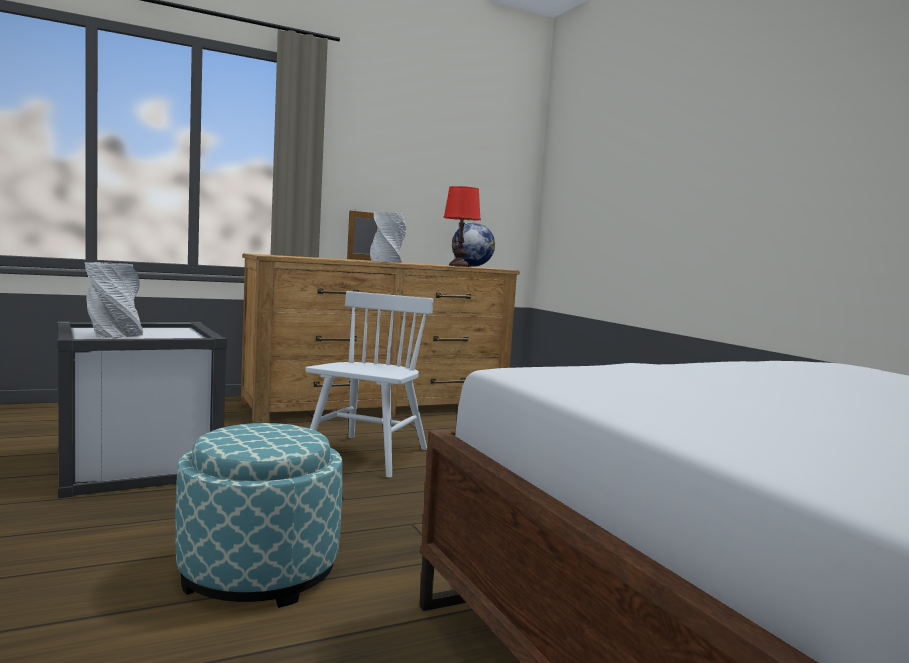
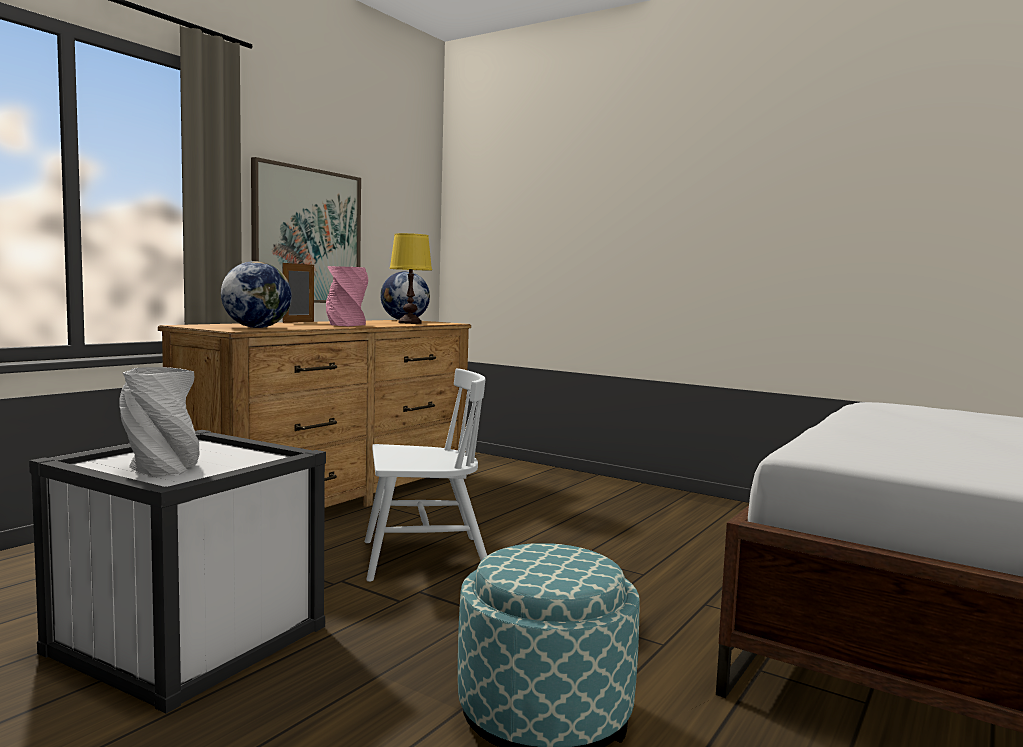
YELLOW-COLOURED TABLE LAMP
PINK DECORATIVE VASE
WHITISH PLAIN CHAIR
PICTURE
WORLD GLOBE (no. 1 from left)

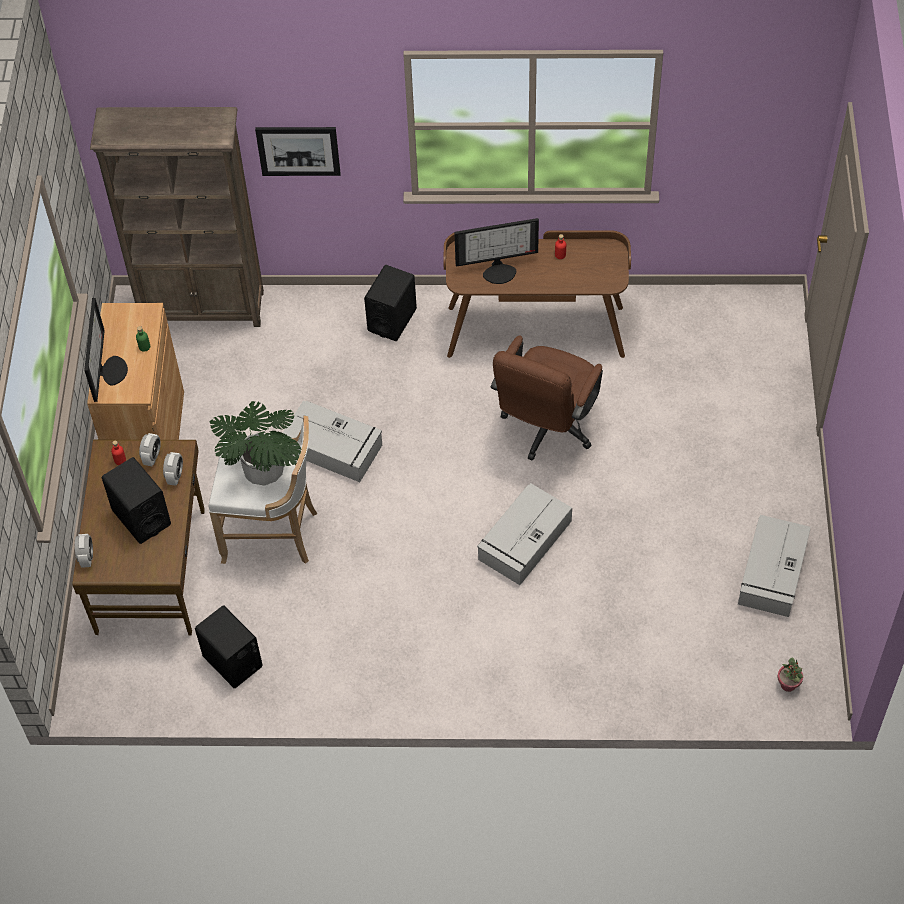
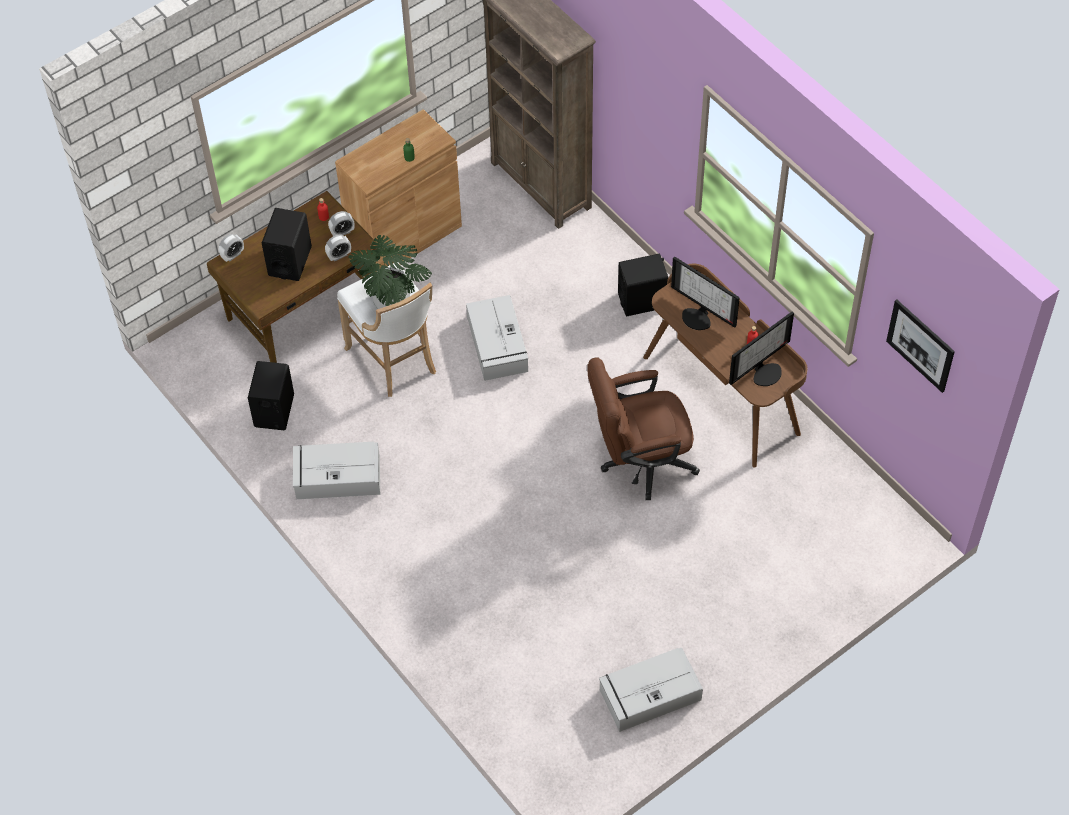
PICTURE
COMPUTER SCREEN (no. 2 from left)
GRAY STORAGE BIN (no. 1 from left)
POTTED PLANT (no. 2 from left in the first image)

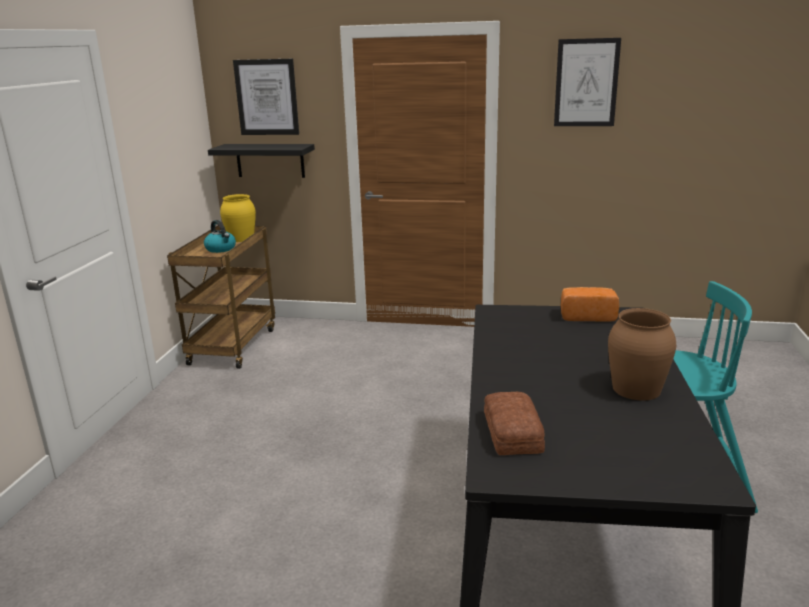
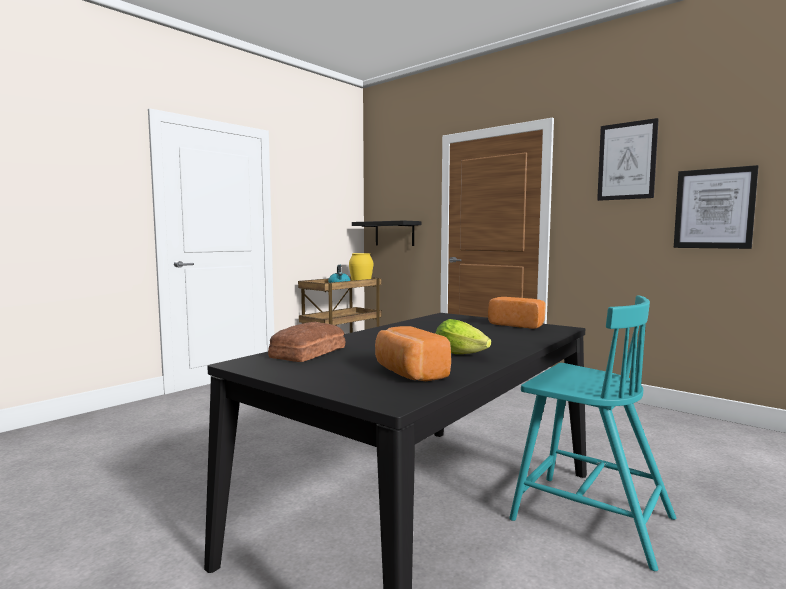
PICTURE (no. 2 from left)
HEAD OF LETTUCE
BREAD (no. 2 from left)

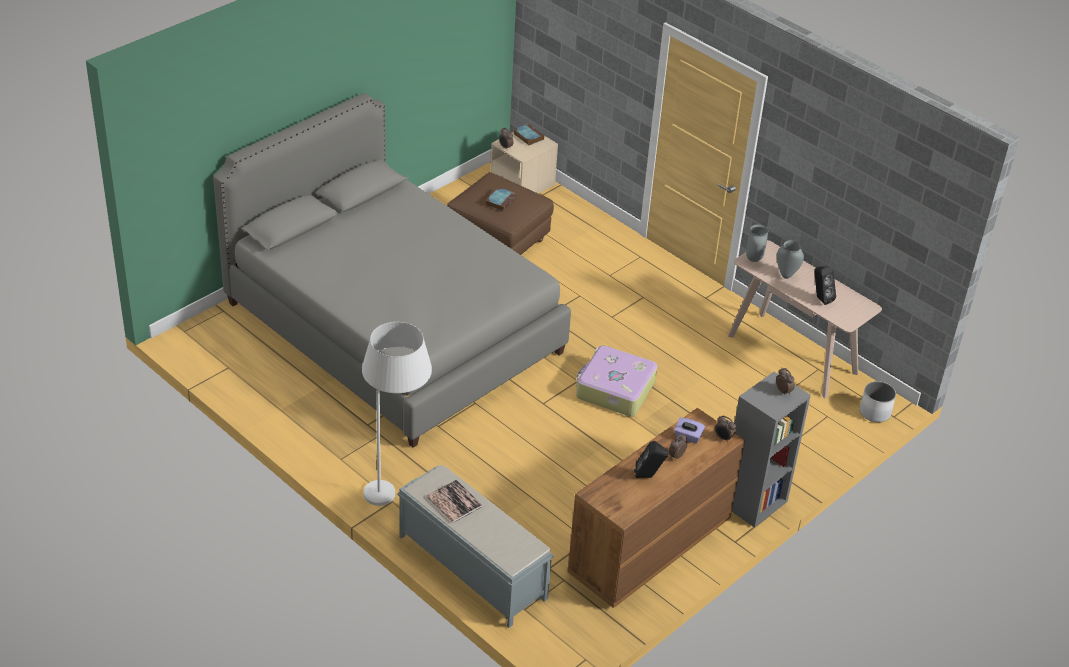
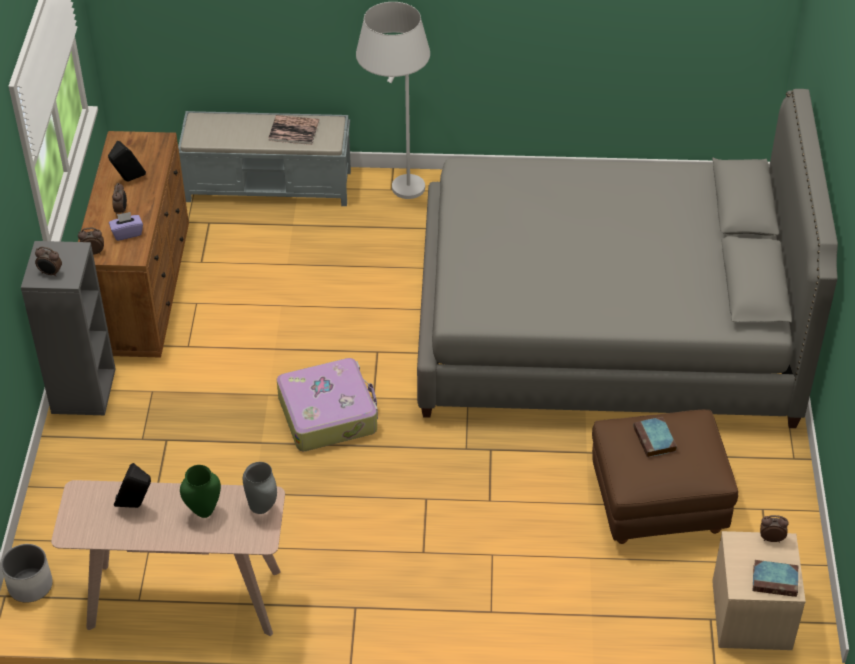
GREEN-COLOURED DECORATIVE VASE

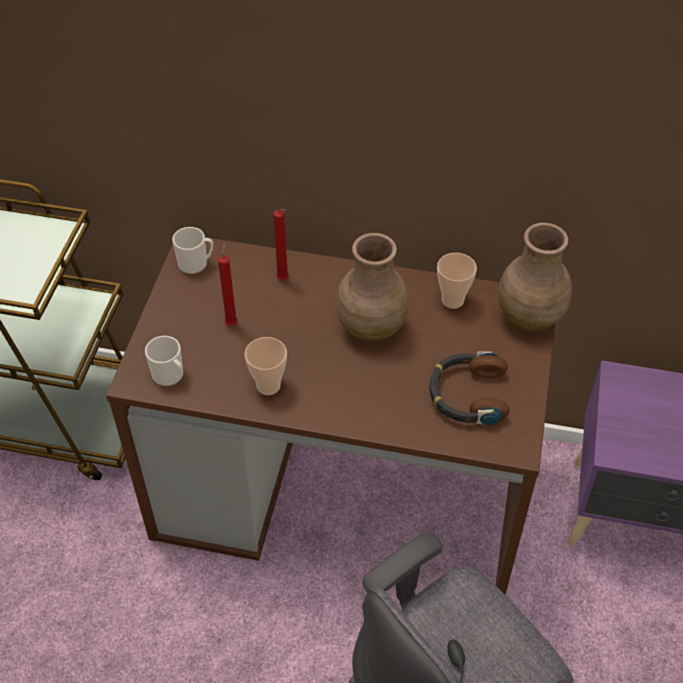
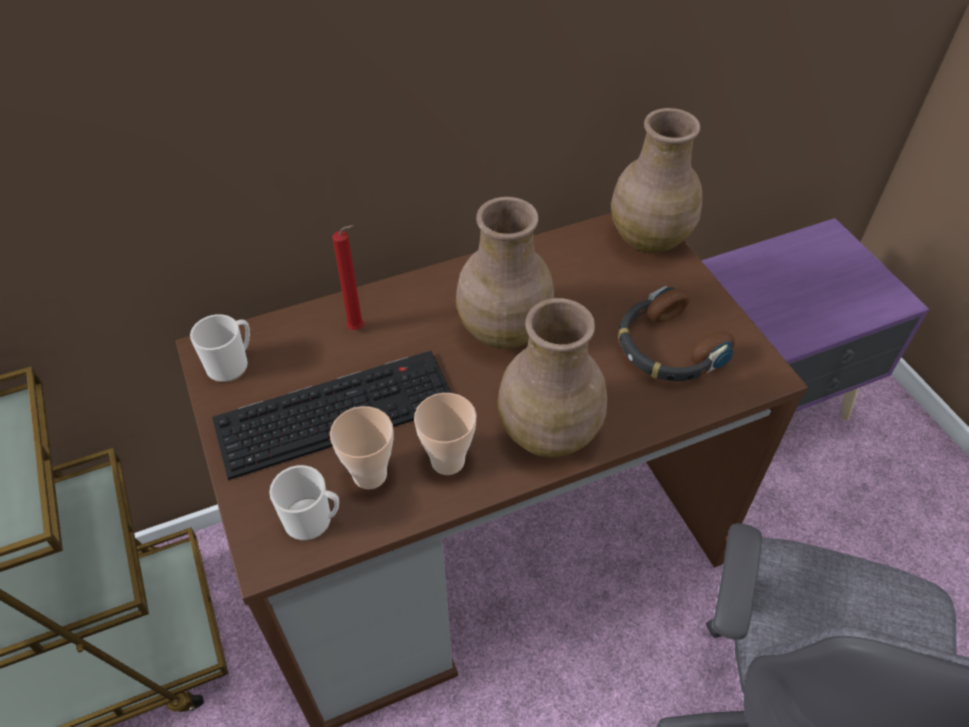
KEYBOARD
DRINKING CUP (no. 1 from left)
BROWN-COLOURED DECORATIVE VASE (no. 2 from left)

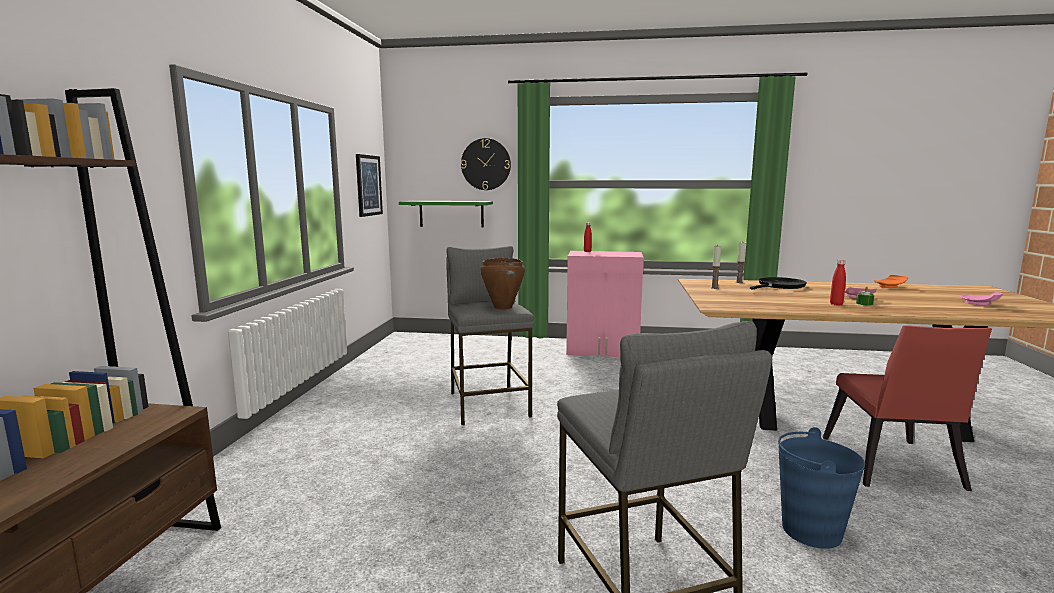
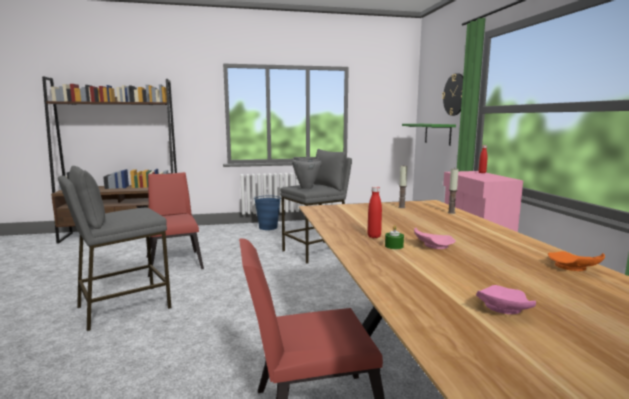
PICTURE
GRAY COOKING POT
BLACK FRYING PAN
BLUE-COLOURED BUCKET
REDDISH PLAIN CHAIR (no. 1 from left)

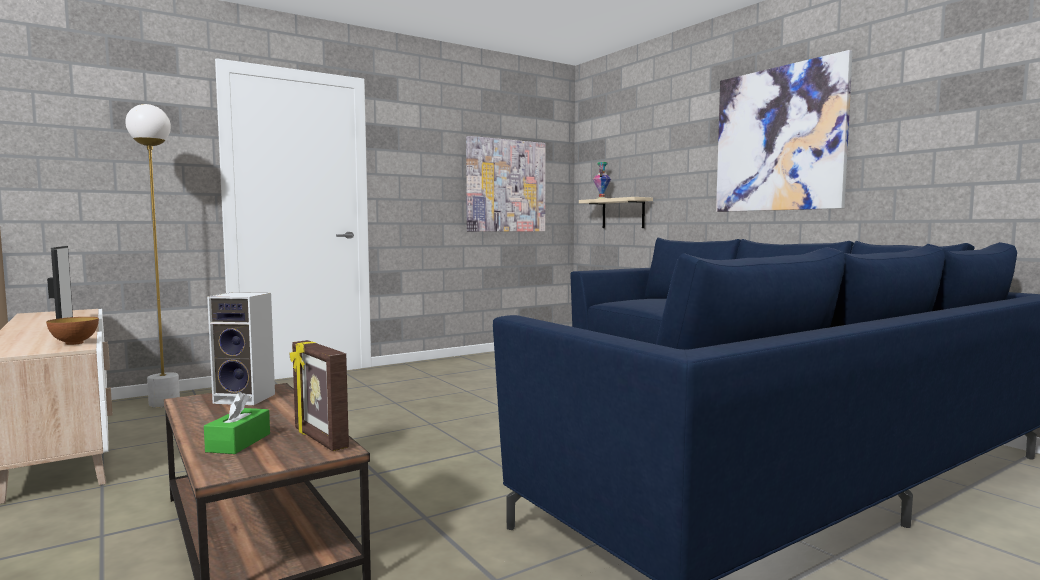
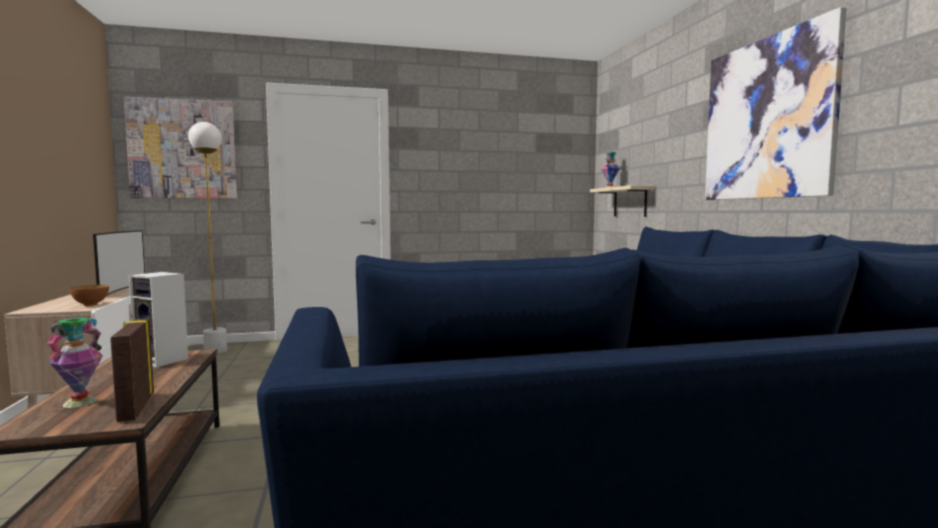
PICTURE (no. 1 from left)
DECORATIVE VASE (no. 1 from left)

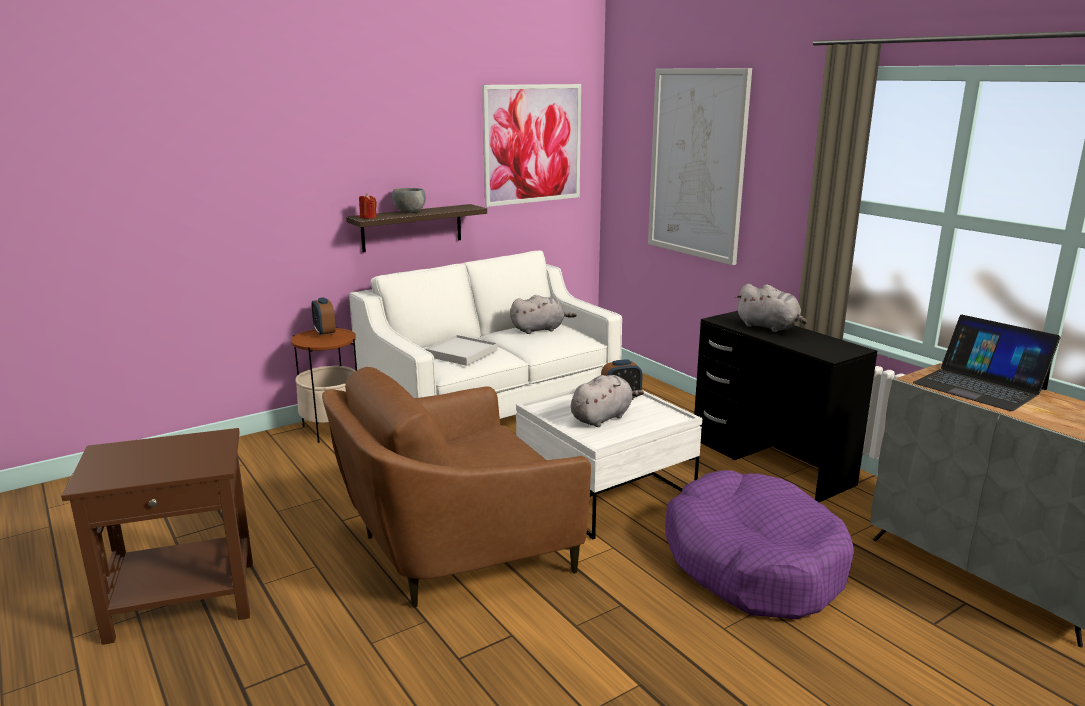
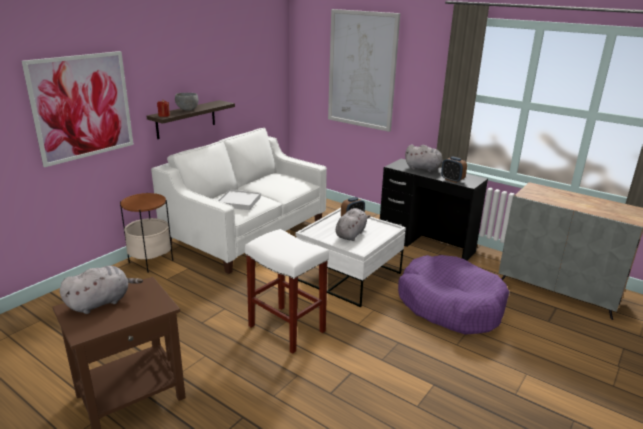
PICTURE (no. 1 from left)
GRAY SOFT TOY (no. 1 from left)
ALARM CLOCK (no. 2 from left)
LAPTOP
WHITISH STOOL

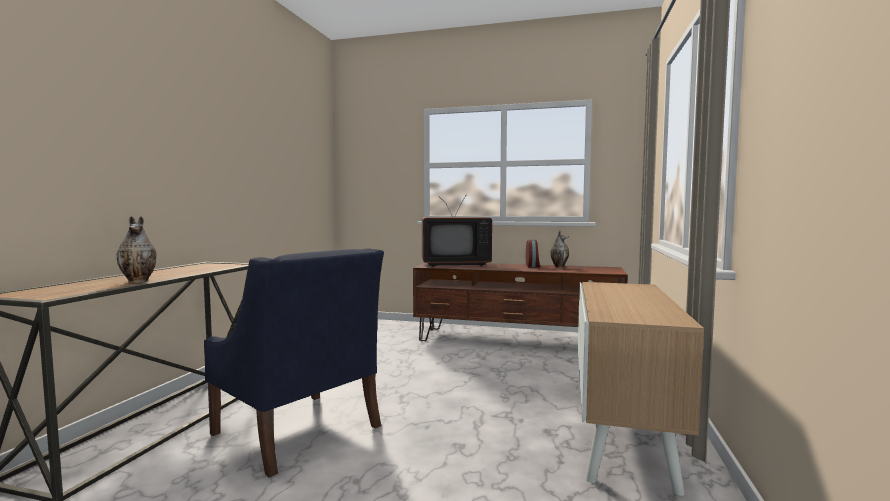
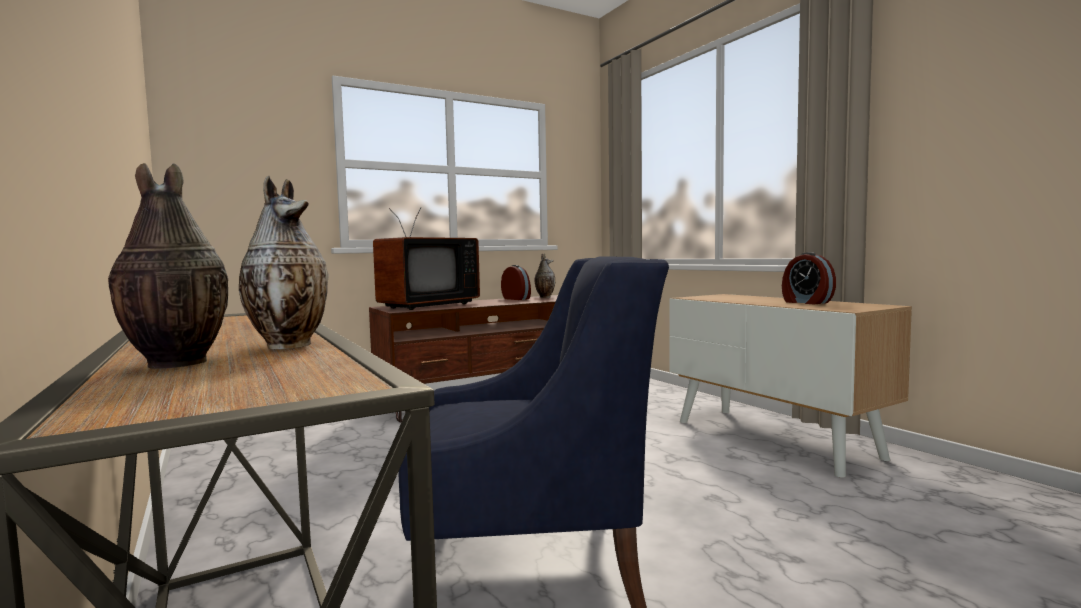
DECORATIVE VASE (no. 1 from left)
ALARM CLOCK (no. 2 from left)

